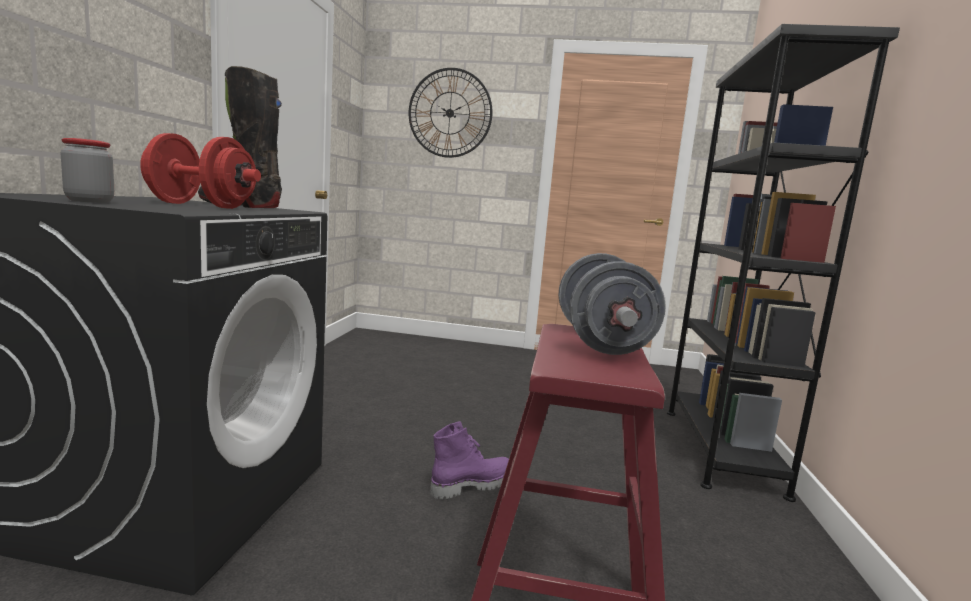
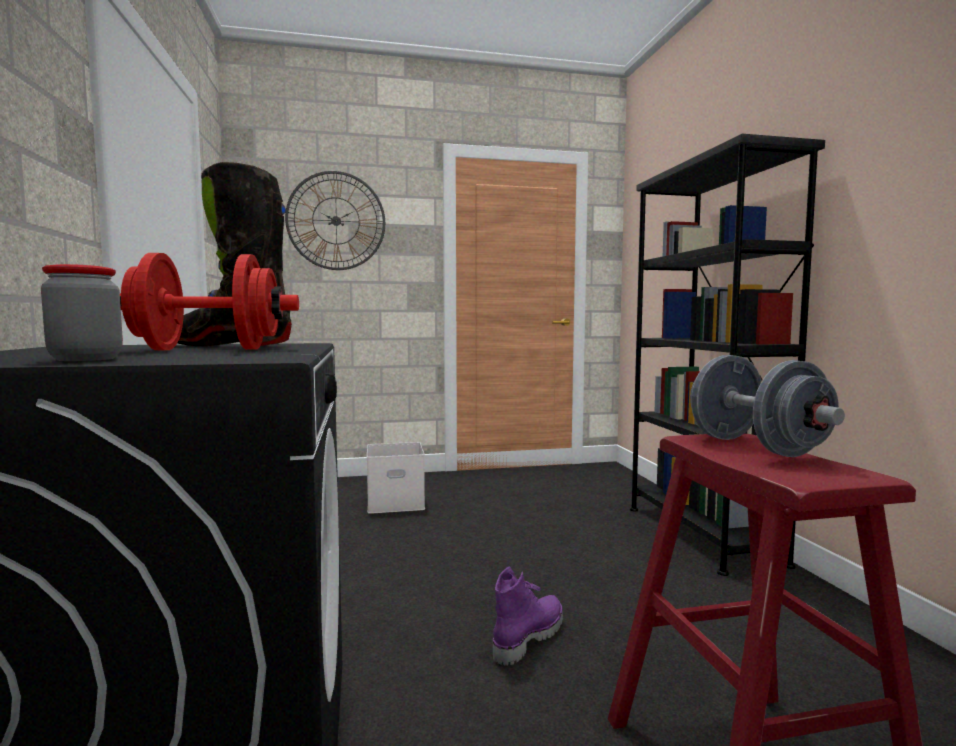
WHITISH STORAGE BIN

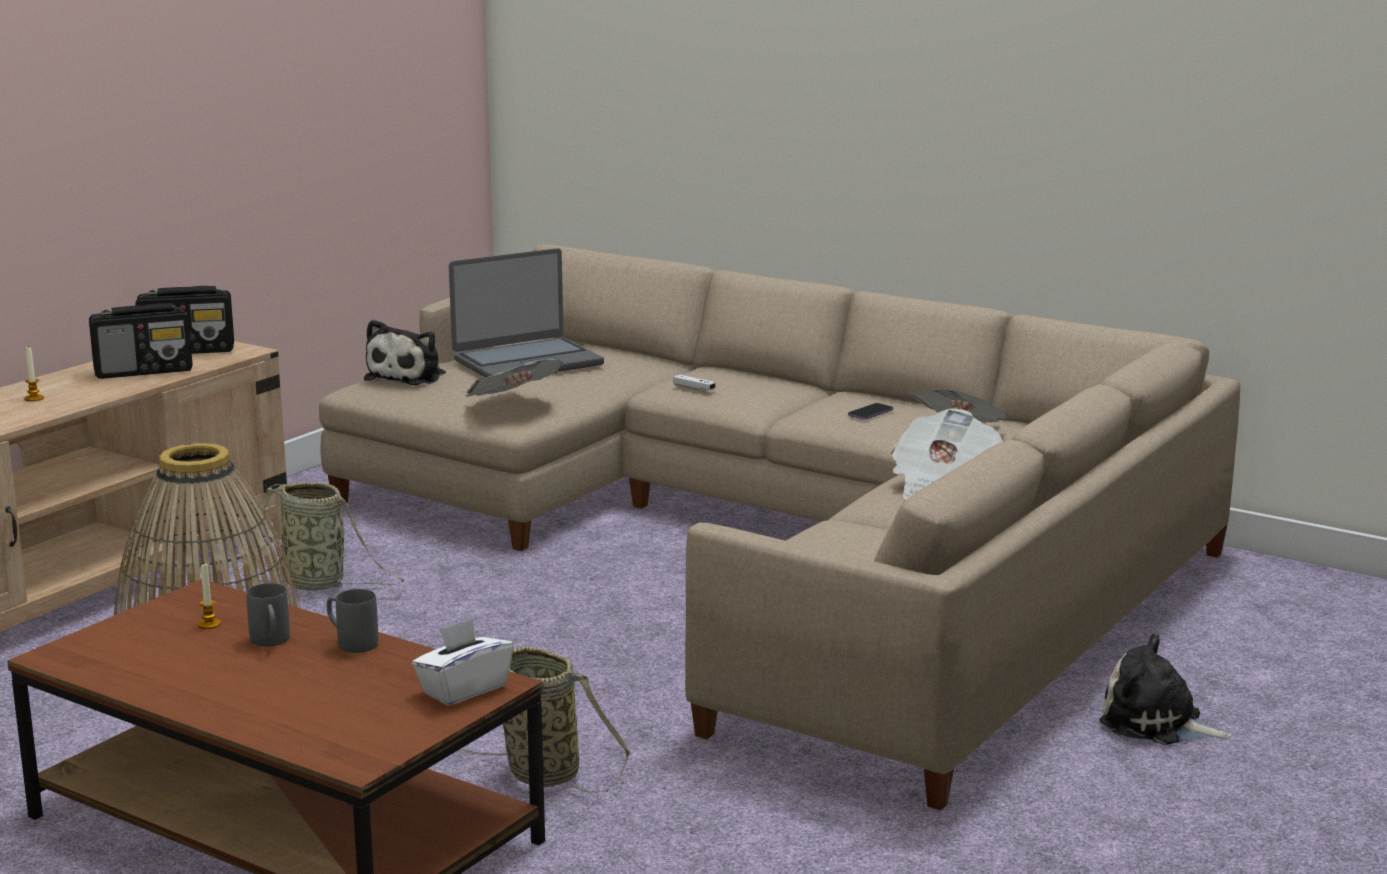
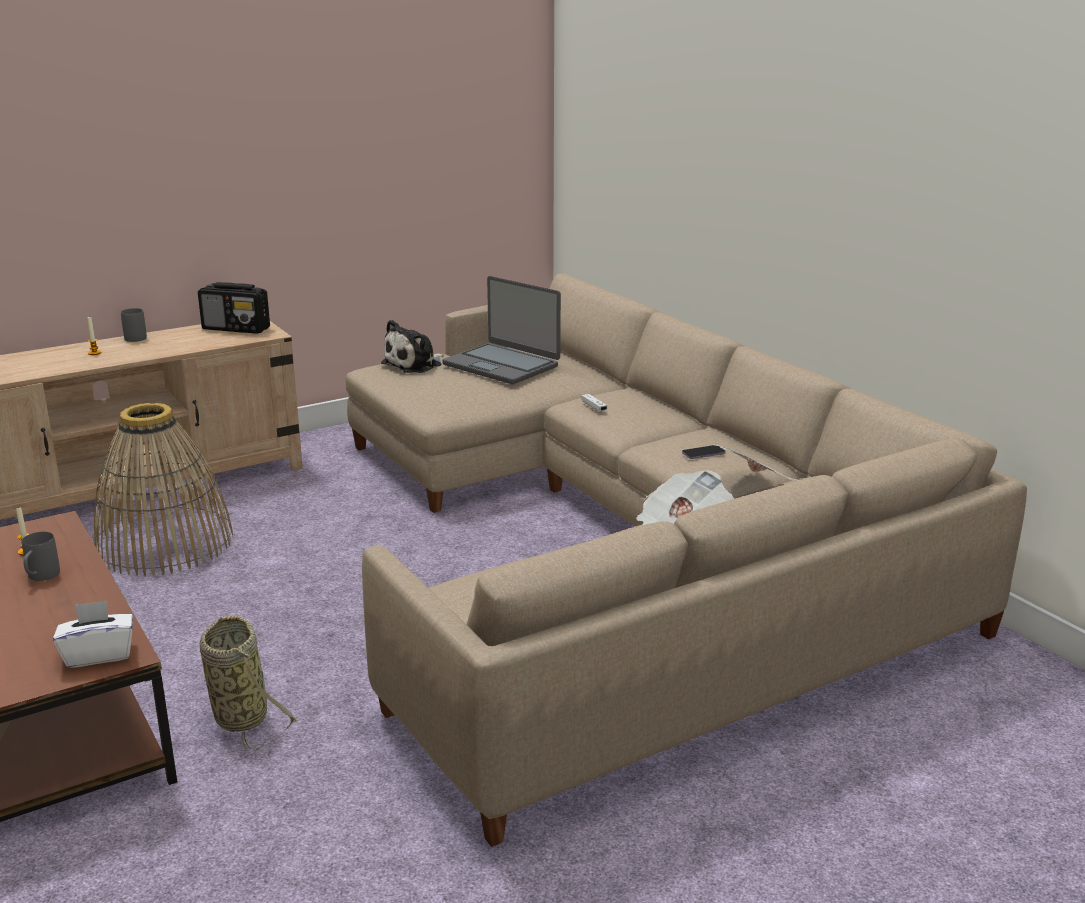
LAPTOP
RADIO (no. 1 from left in the first image)
NEWSPAPER (no. 1 from left in the first image)
BASKET (no. 2 from left in the first image)
GRAY TEA MUG (no. 2 from left)
SOFT TOY (no. 2 from left in the first image)

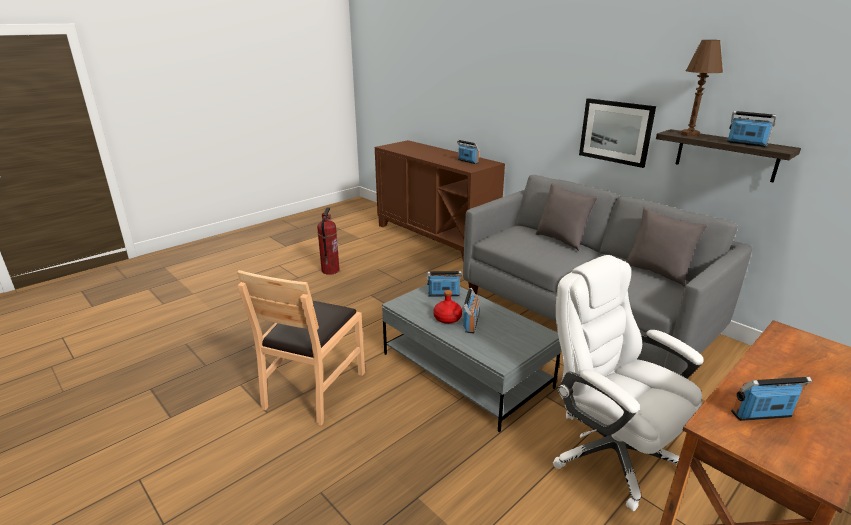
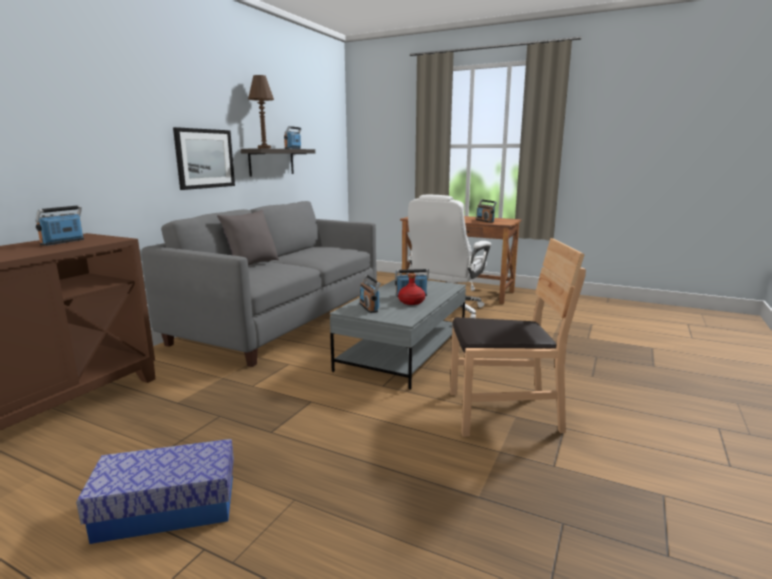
STORAGE BIN
GRAY PILLOW (no. 2 from left in the first image)

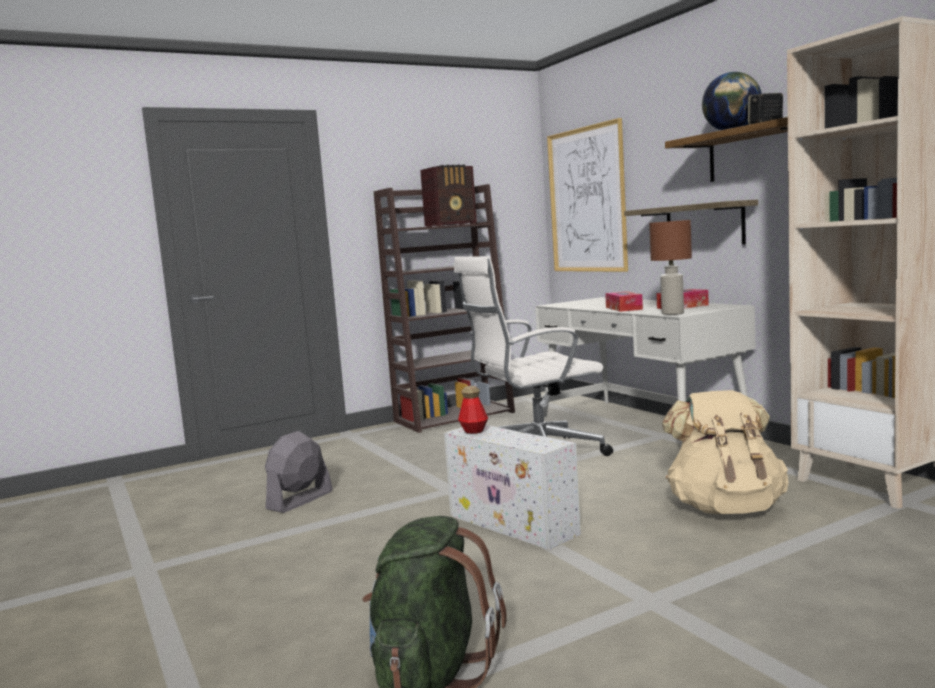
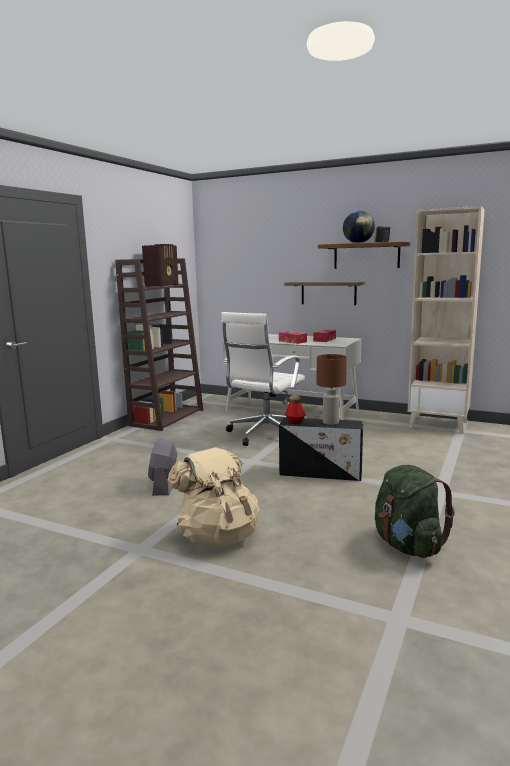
PICTURE
BROWN-COLOURED TABLE LAMP
SAND-COLOURED KNAPSACK
BLACK STORAGE BIN

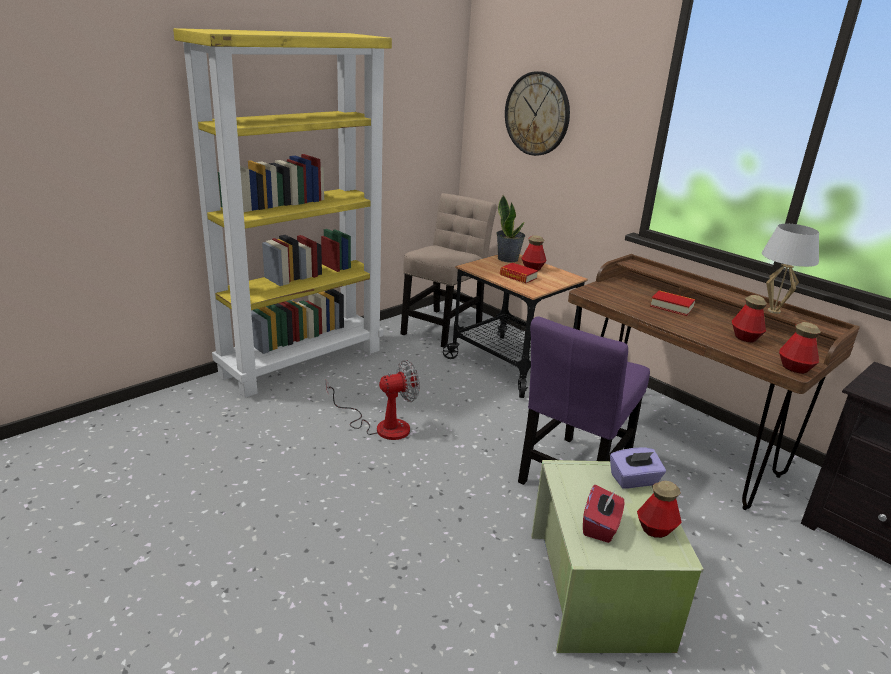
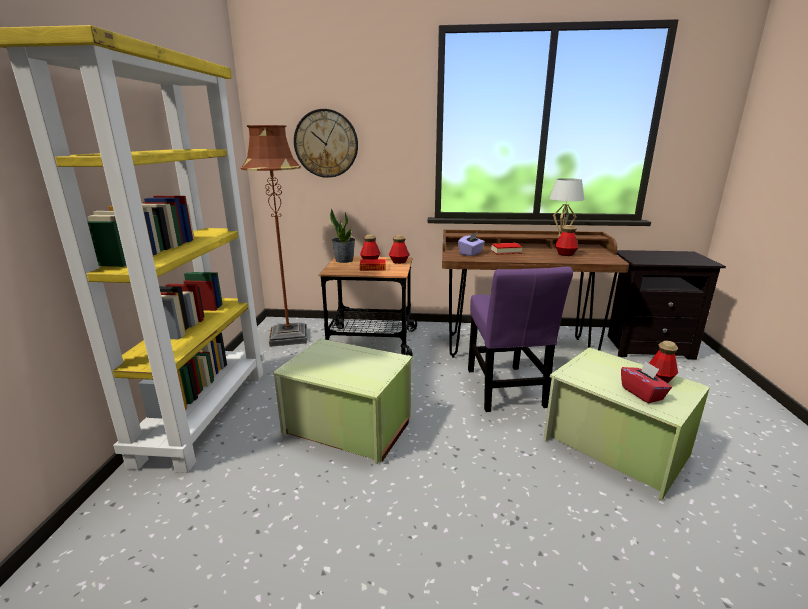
BROWN-COLOURED STANDING LAMP
DRINK BOTTLE (no. 2 from left)
GREEN-COLOURED STORAGE BIN (no. 1 from left)
PURPLISH TISSUE HOLDER

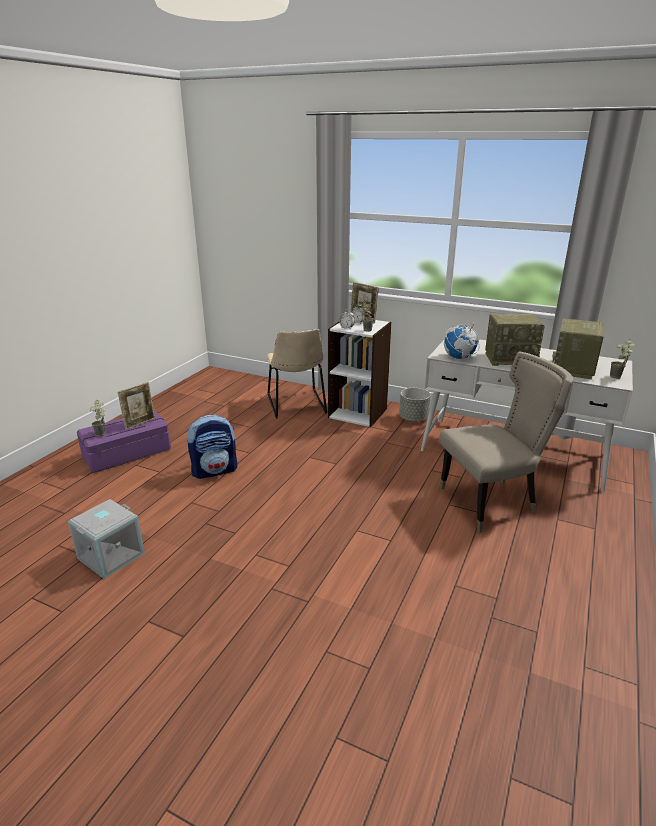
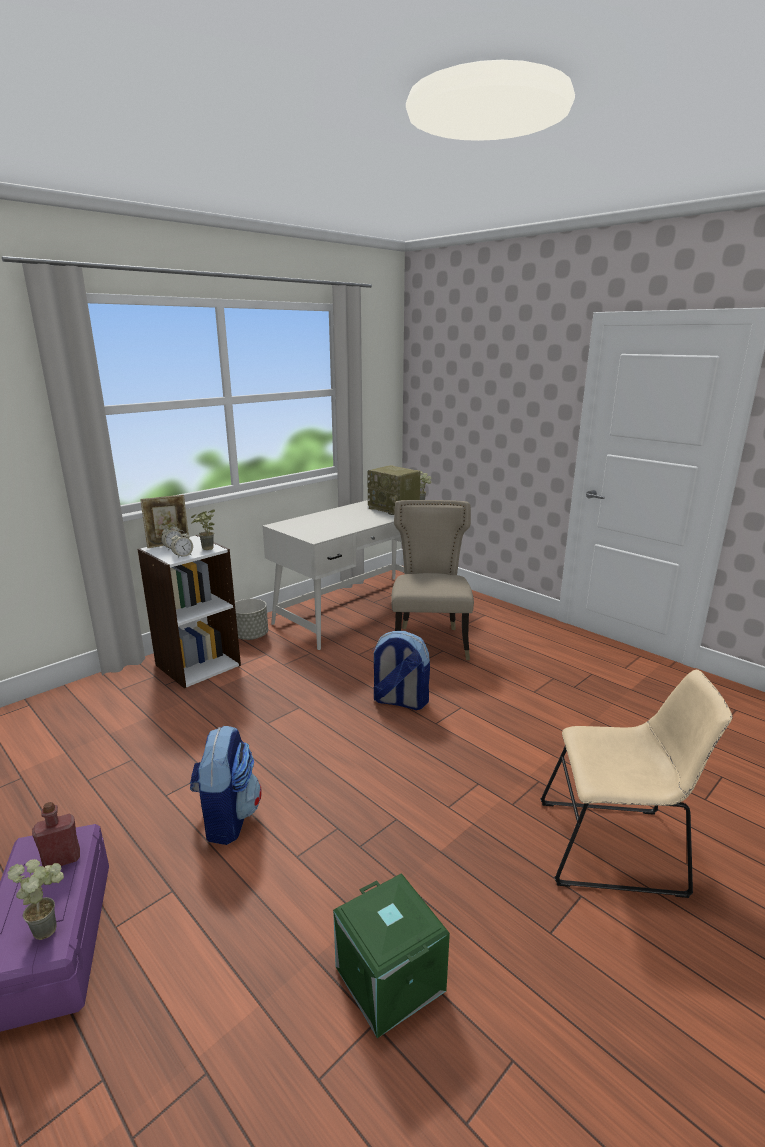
RADIO (no. 1 from left in the first image)
WORLD GLOBE
SAND-COLOURED PLAIN CHAIR (no. 2 from left)
REDDISH DRINK BOTTLE
GREEN-COLOURED STORAGE BIN
KNAPSACK (no. 2 from left)

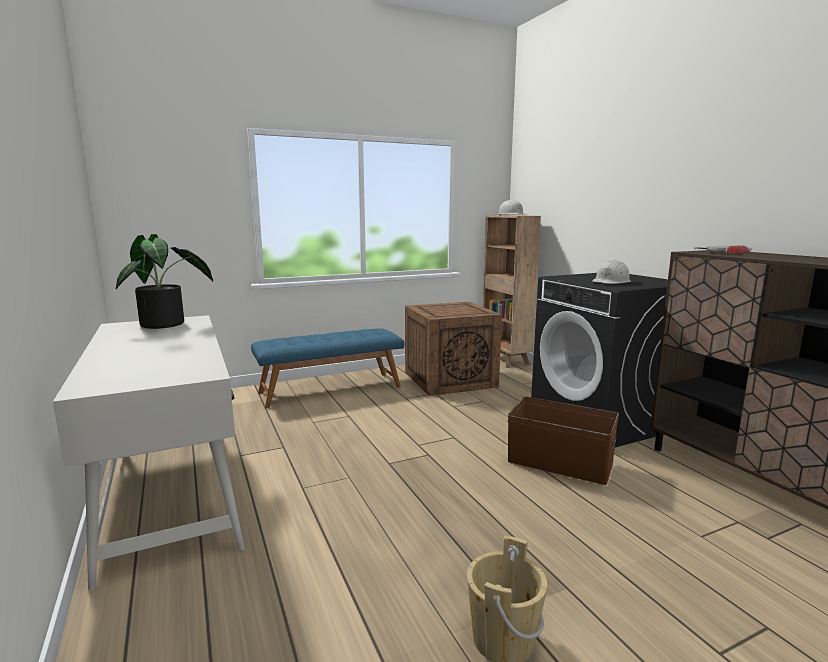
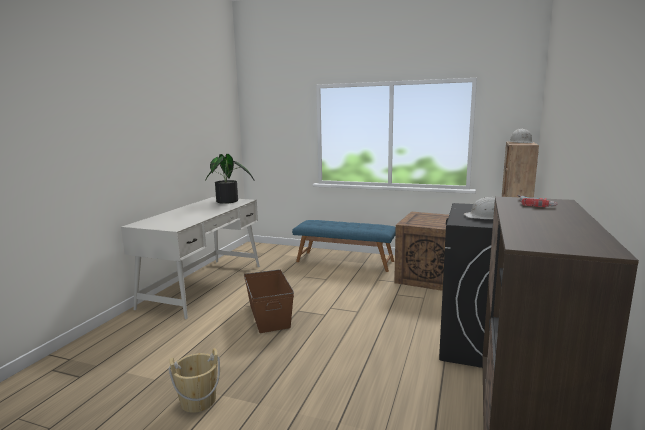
BROWN-COLOURED STORAGE BIN

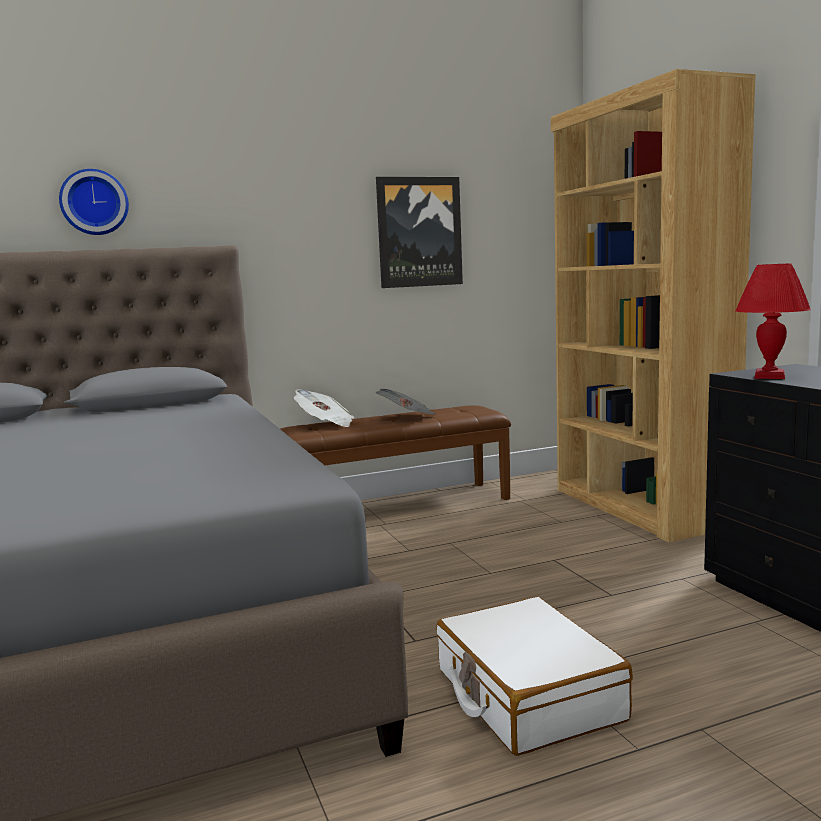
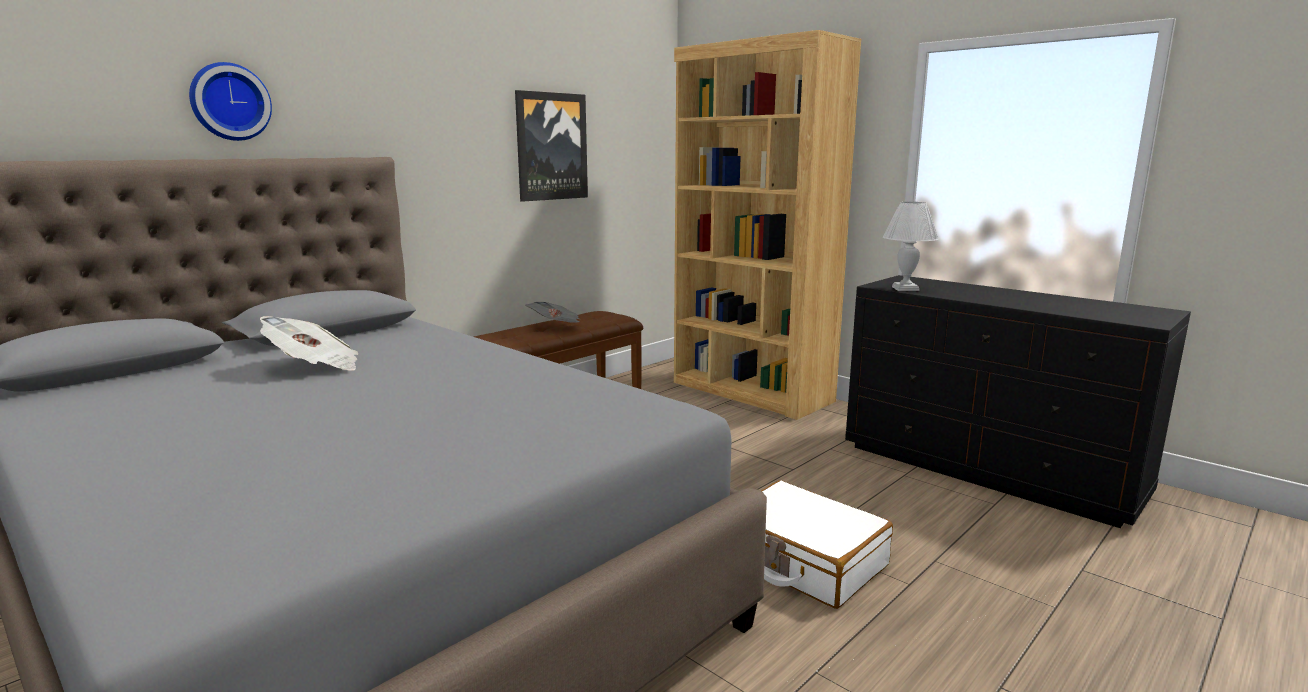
WHITISH TABLE LAMP
NEWSPAPER (no. 1 from left)

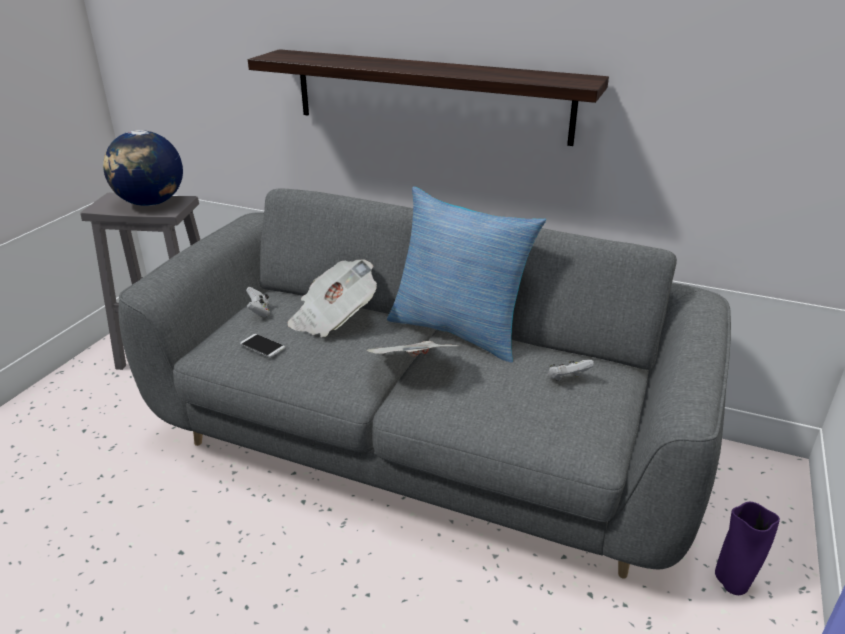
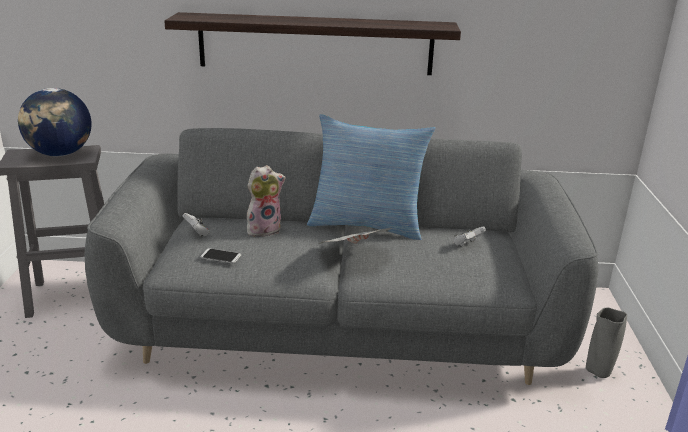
SOFT TOY
GRAY DECORATIVE VASE

